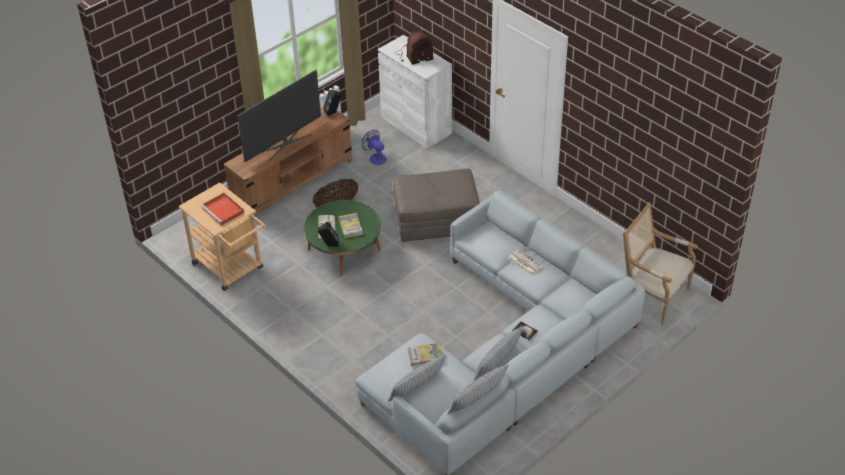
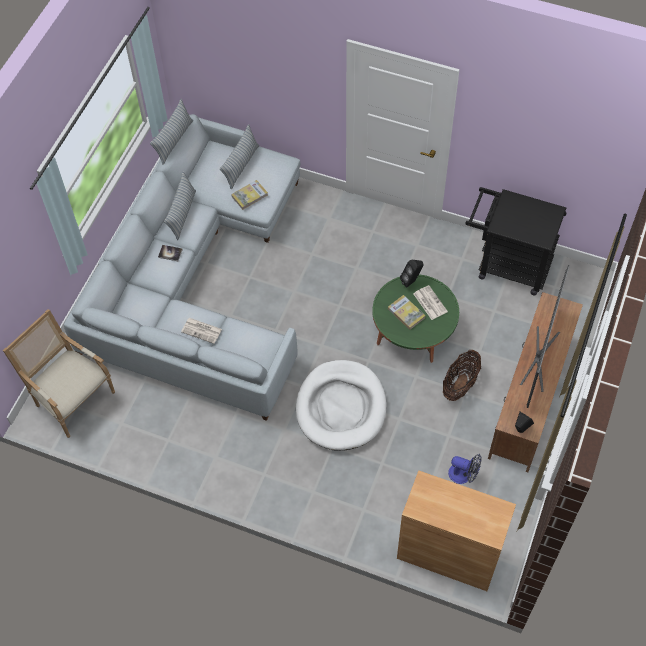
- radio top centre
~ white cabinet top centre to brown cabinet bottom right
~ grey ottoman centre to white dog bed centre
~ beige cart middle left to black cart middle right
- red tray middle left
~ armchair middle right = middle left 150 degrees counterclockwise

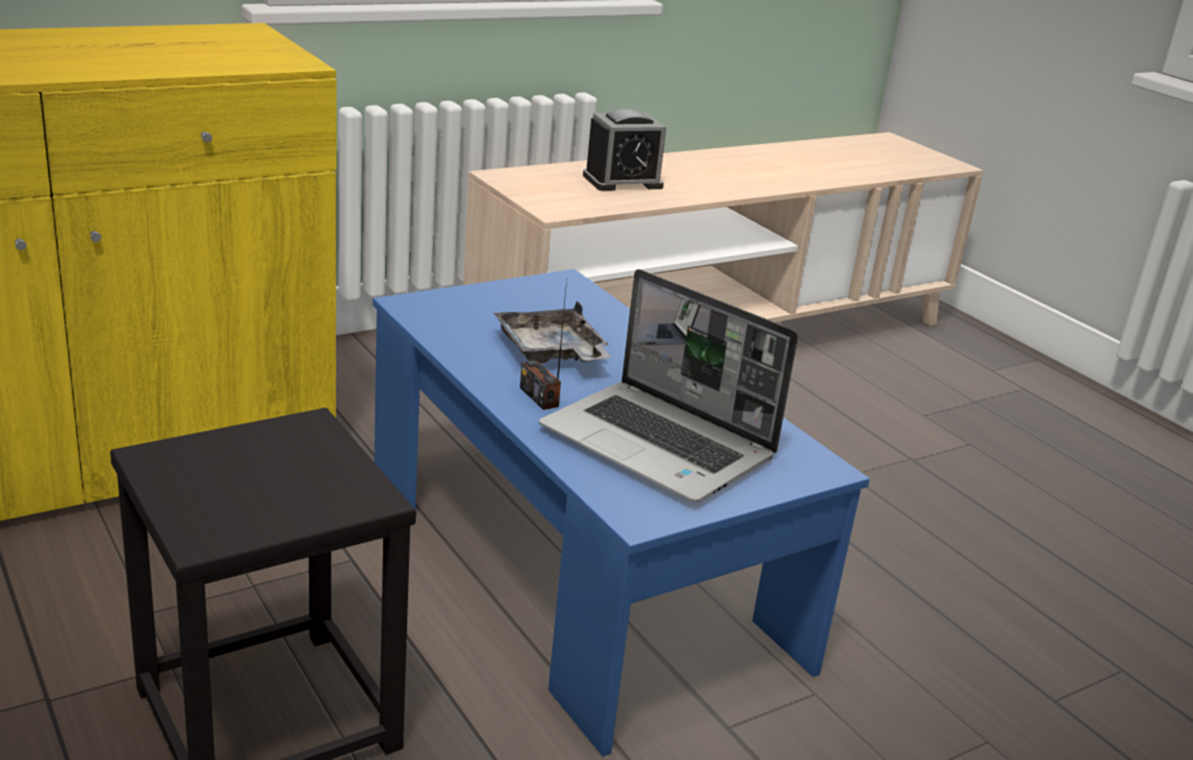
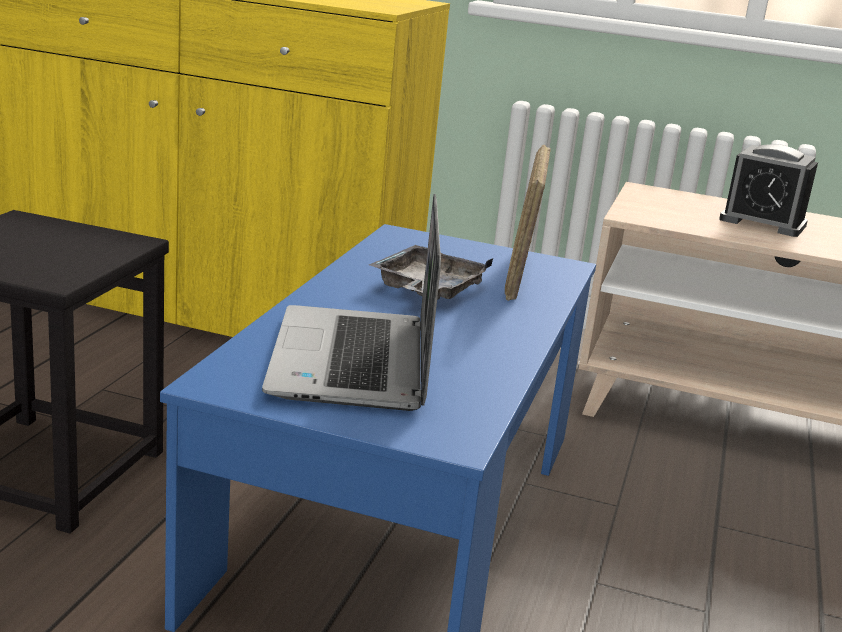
- radio centre
+ picture frame centre

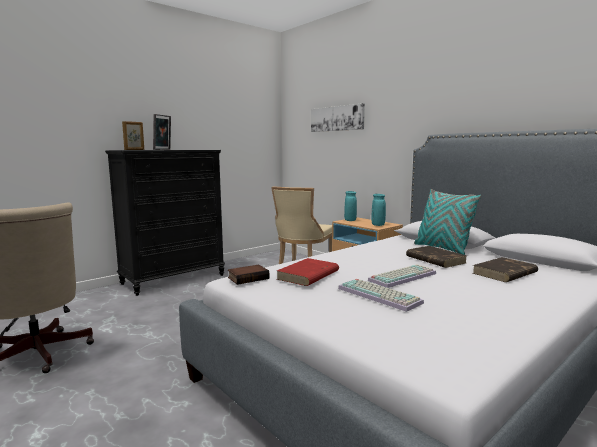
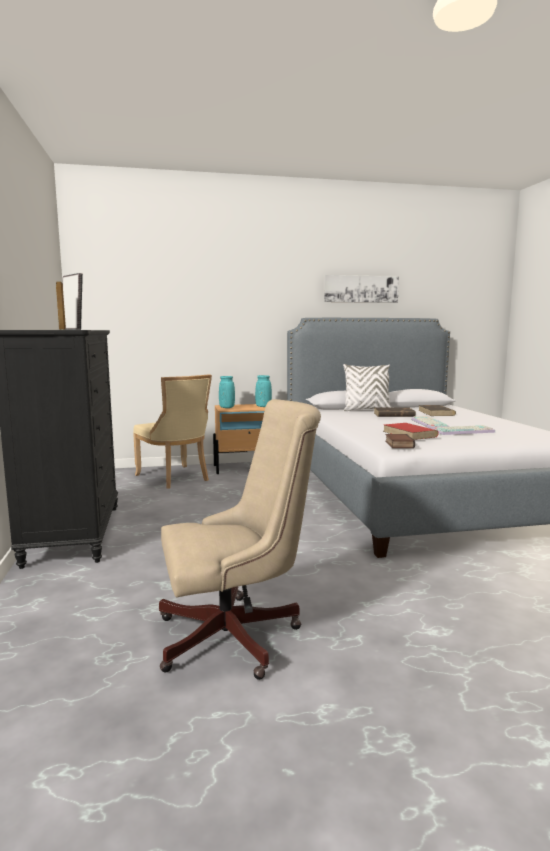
~ picture top centre to centre
~ turquoise pillow middle right to white pillow middle right

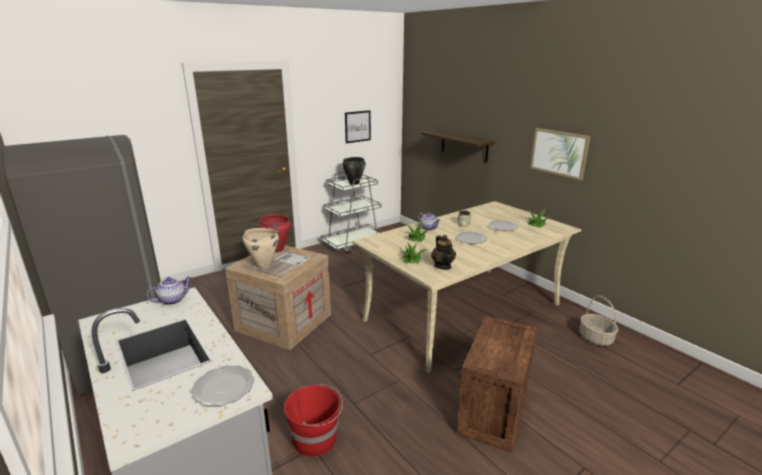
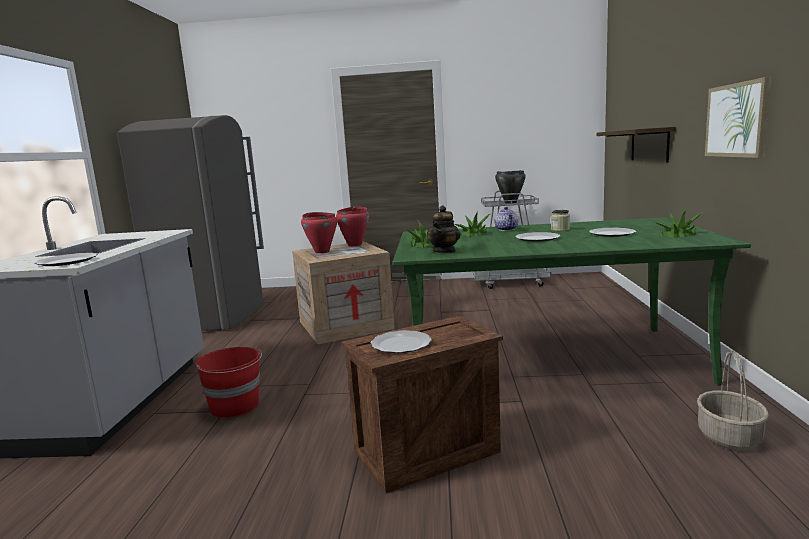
- picture (no. 1 from left) top centre
~ beige dining table centre to green dining table middle right
~ beige cooking pot centre to red cooking pot (no. 1 from left) centre
- teapot (no. 1 from left) middle left
+ plate (no. 2 from left) centre

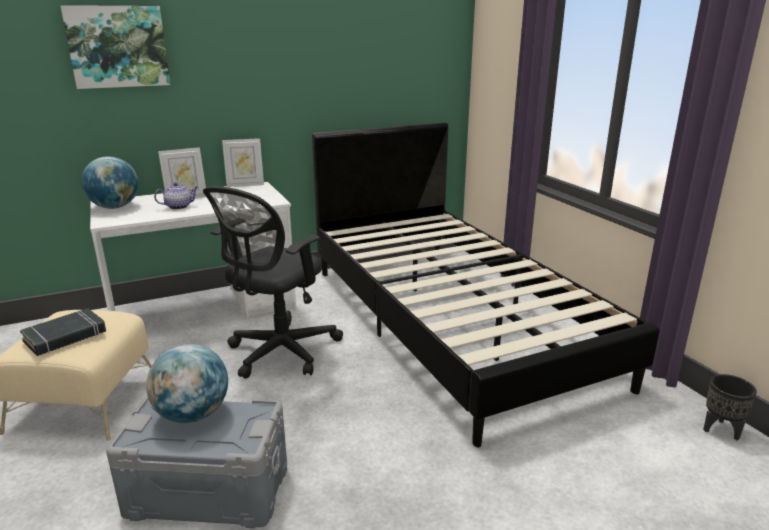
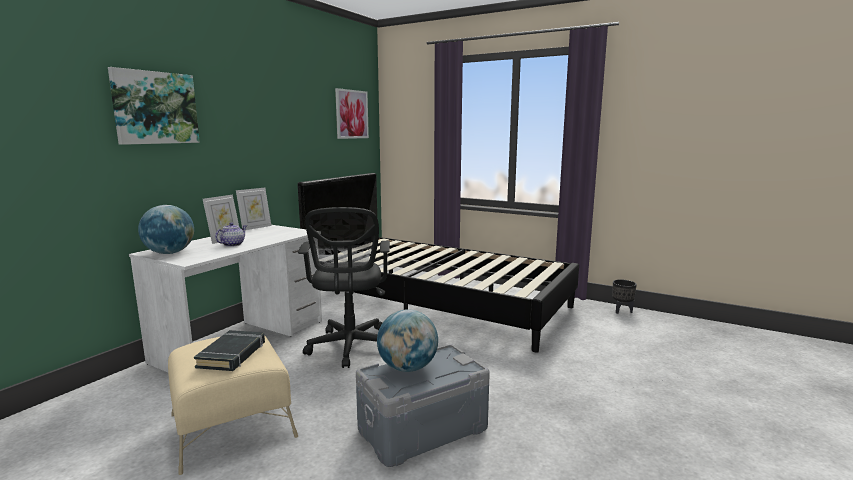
+ picture (no. 2 from left) top centre

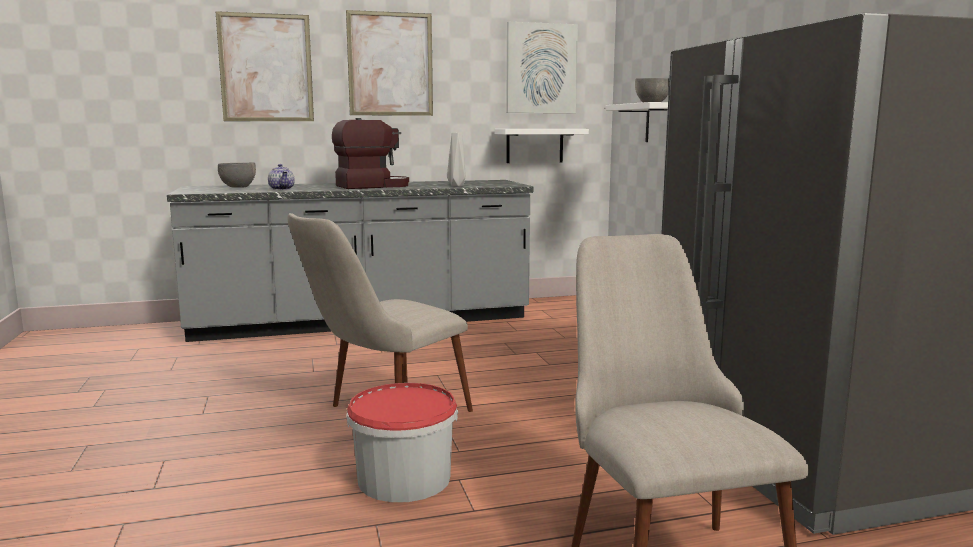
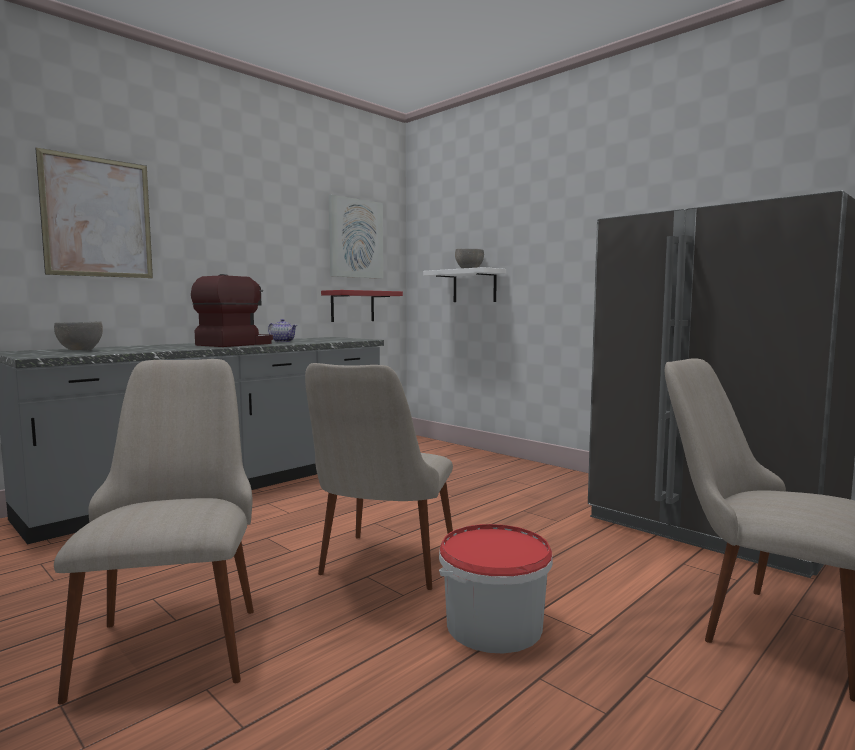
- picture (no. 2 from left) top centre
~ white shelf (no. 1 from left) top centre to red shelf centre
- grey vase top centre
~ teapot top left to middle left
+ beige chair (no. 1 from left) bottom left

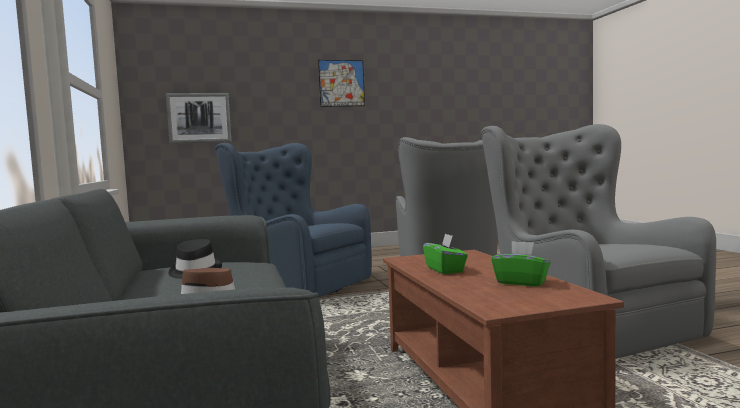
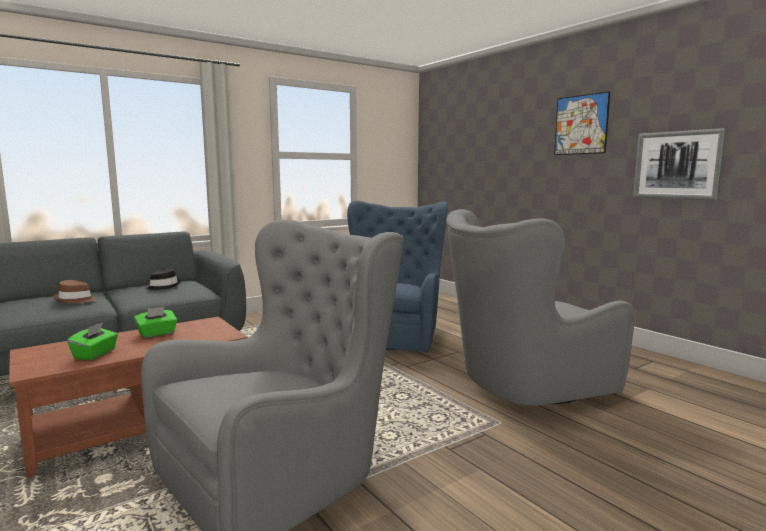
~ picture (no. 1 from left in the first image) top left to picture (no. 2 from left) top right

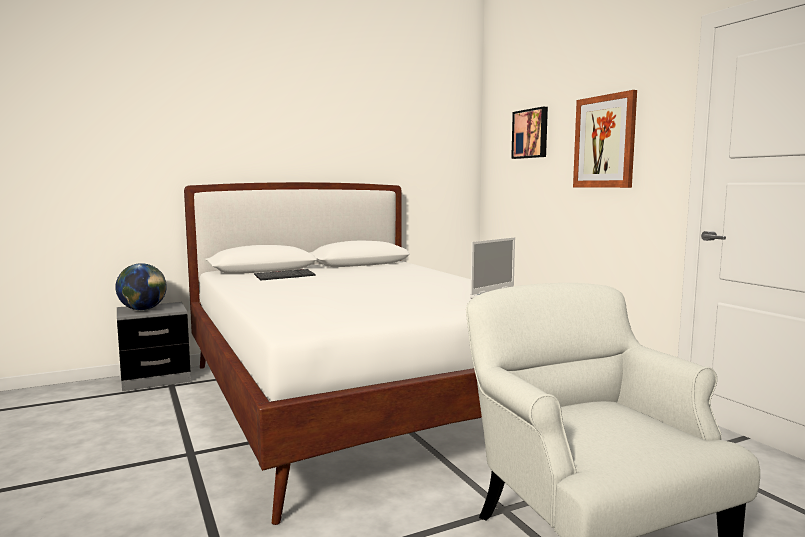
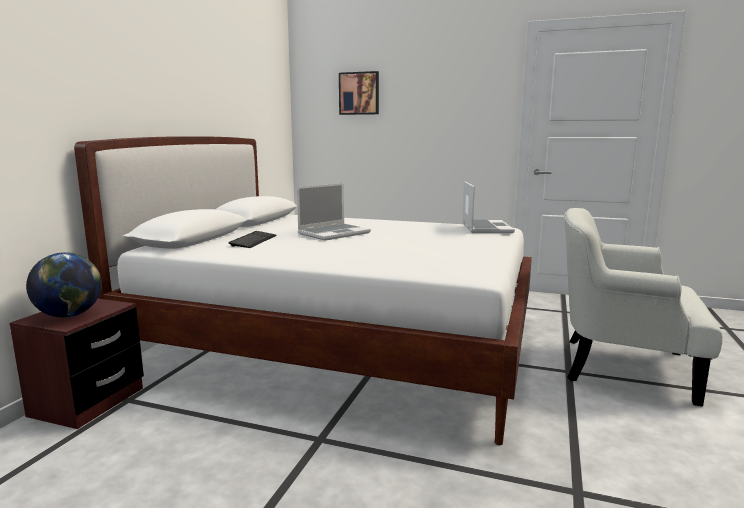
- picture (no. 2 from left) top right
~ grey nightstand middle left to brown nightstand bottom left
+ laptop (no. 1 from left) centre

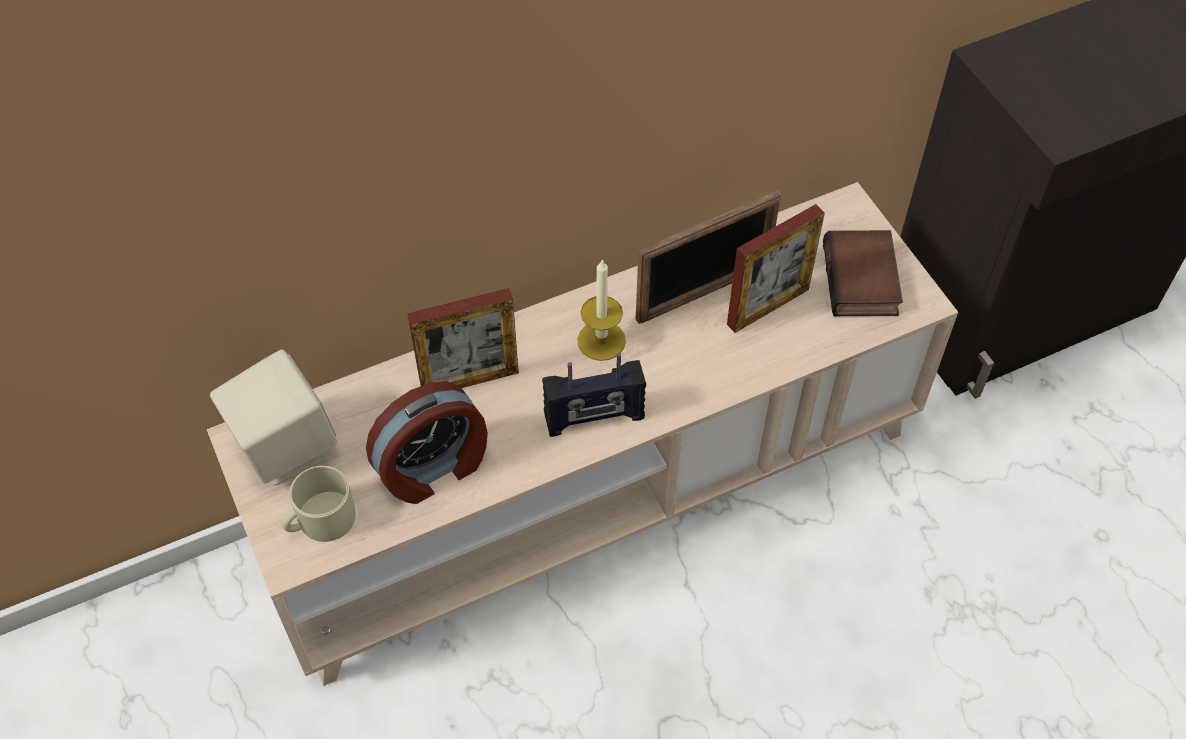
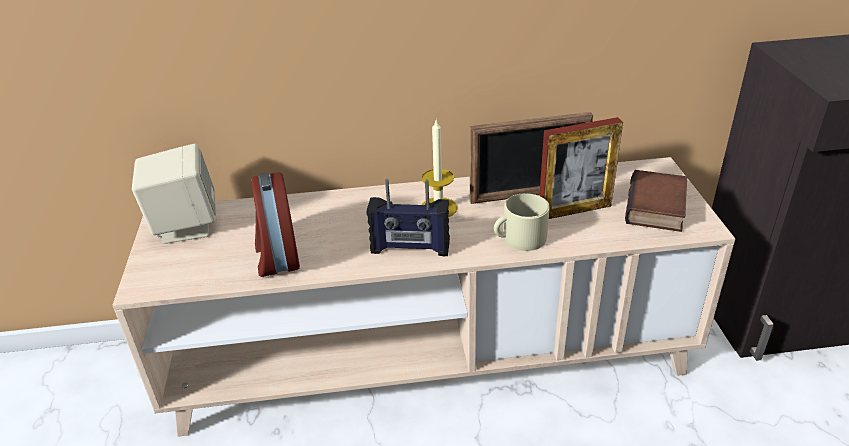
- picture frame (no. 1 from left) centre
~ alarm clock centre = middle left 90 degrees clockwise
~ beige mug bottom left to centre

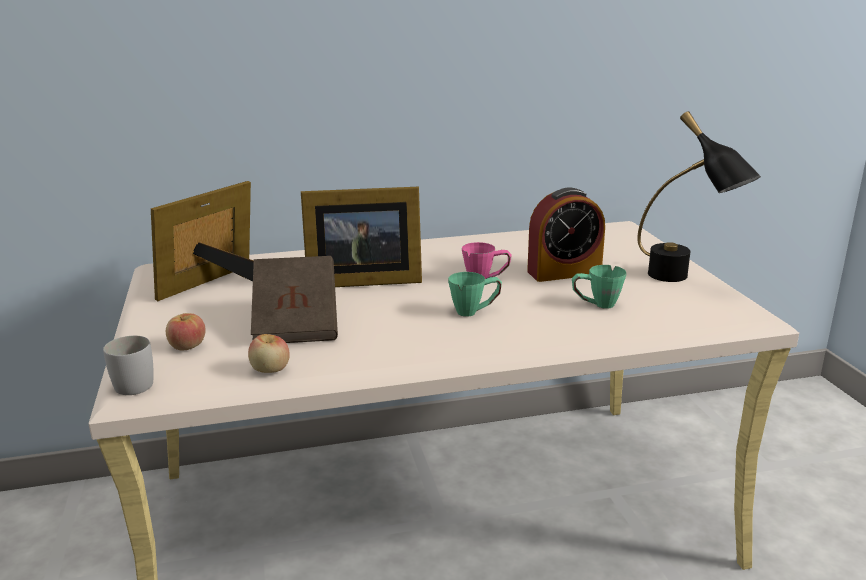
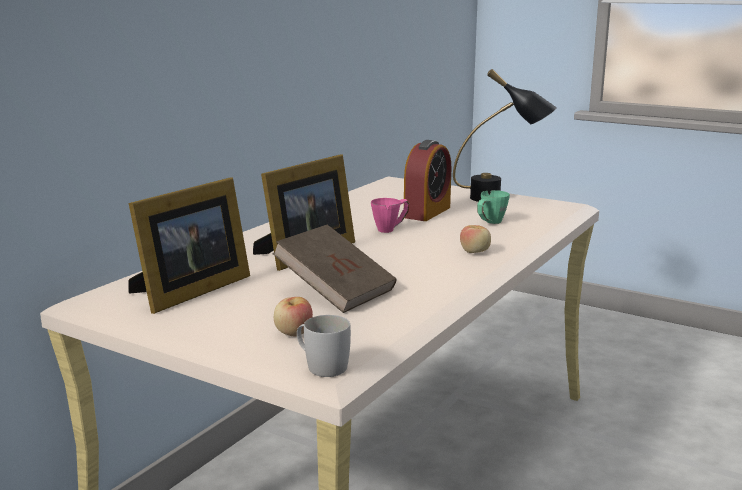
~ picture frame (no. 1 from left) middle left = middle left 135 degrees counterclockwise
- green mug (no. 1 from left) centre
~ apple (no. 2 from left) middle left to centre

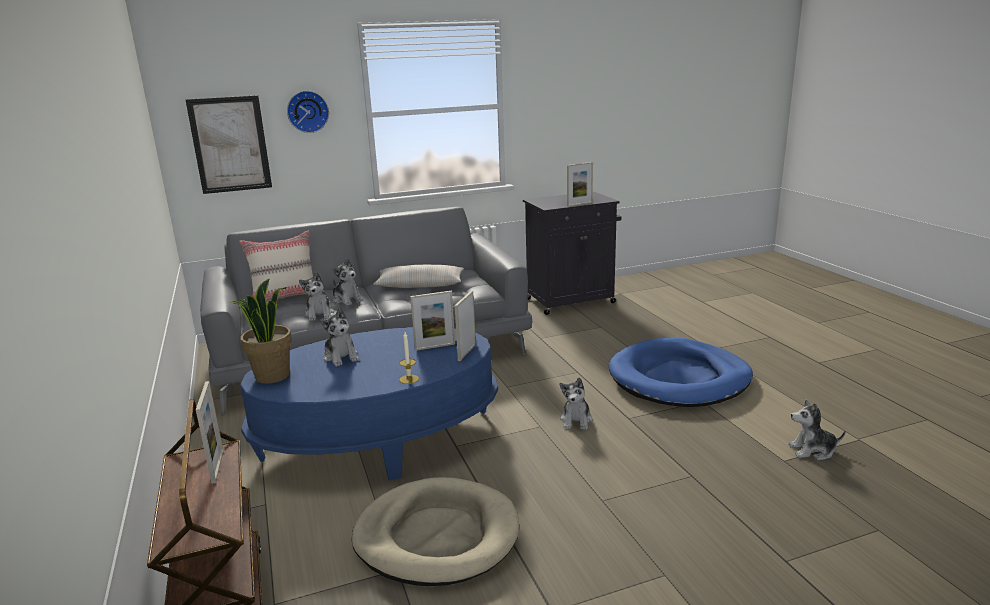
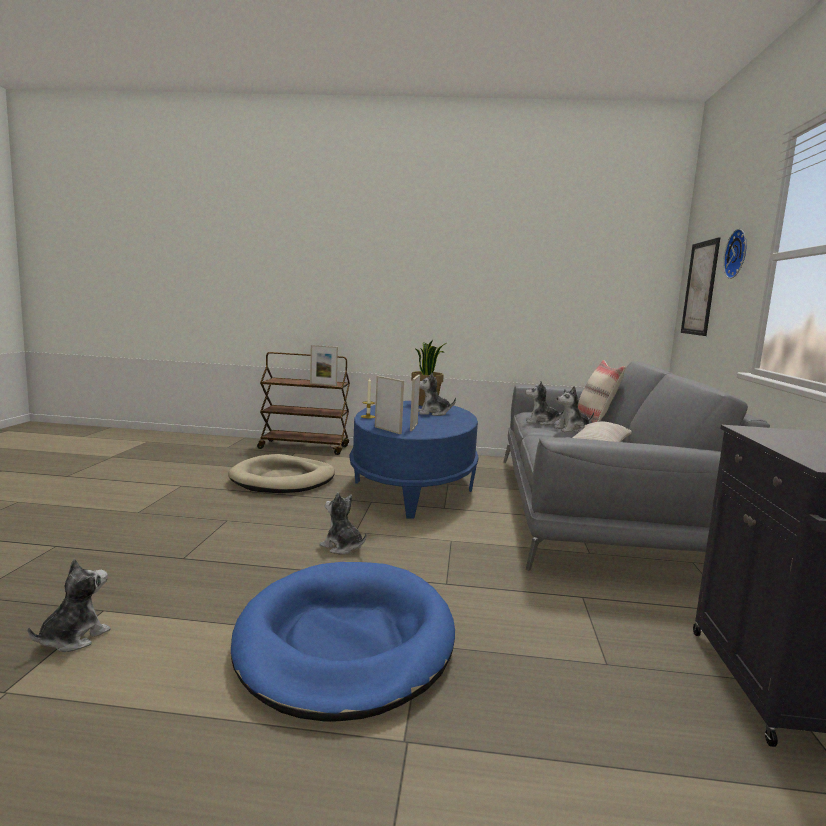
- picture frame (no. 4 from left) top centre

